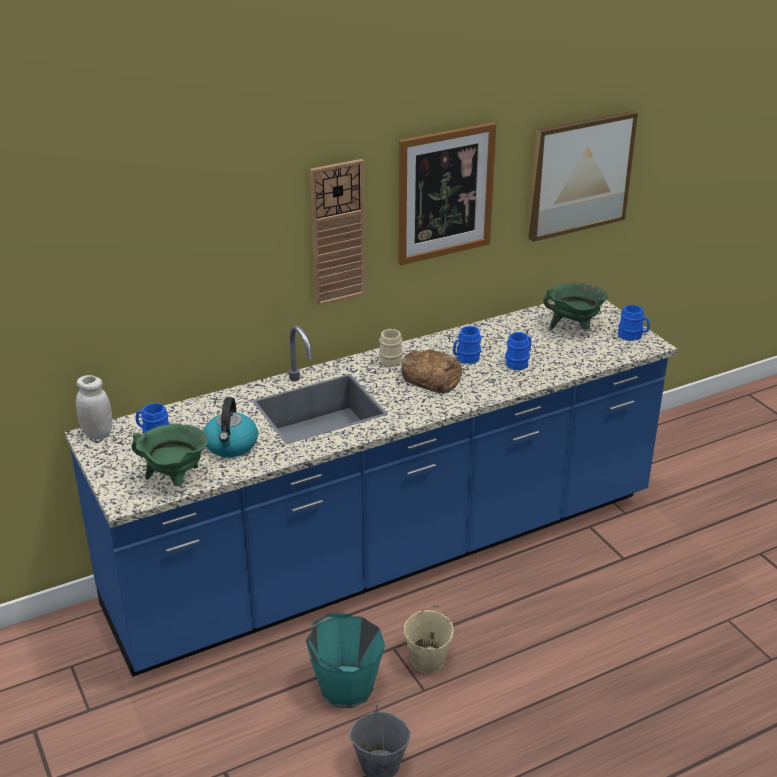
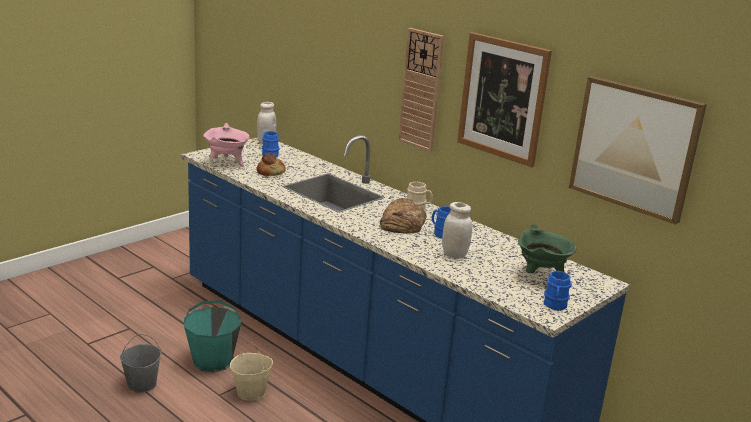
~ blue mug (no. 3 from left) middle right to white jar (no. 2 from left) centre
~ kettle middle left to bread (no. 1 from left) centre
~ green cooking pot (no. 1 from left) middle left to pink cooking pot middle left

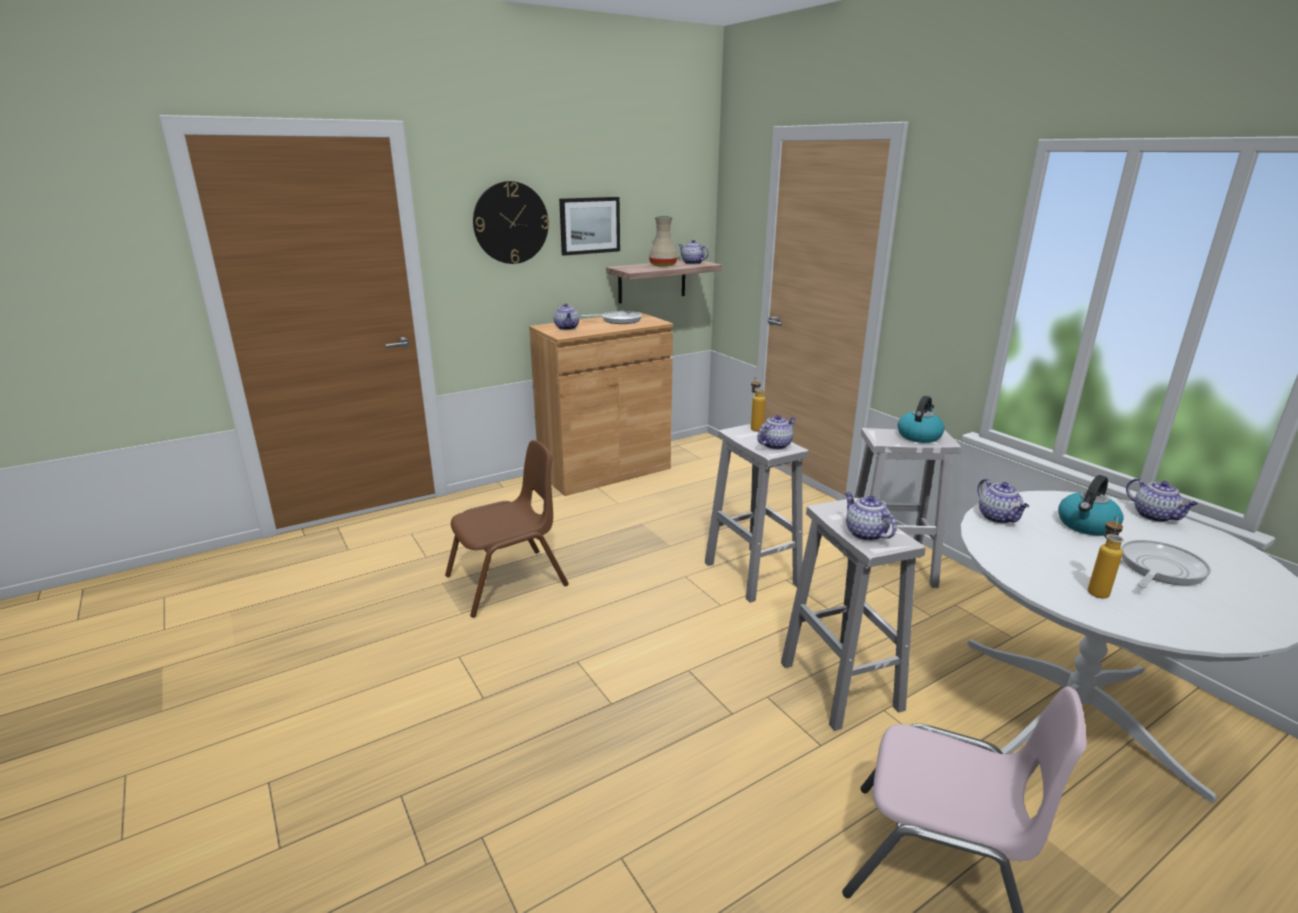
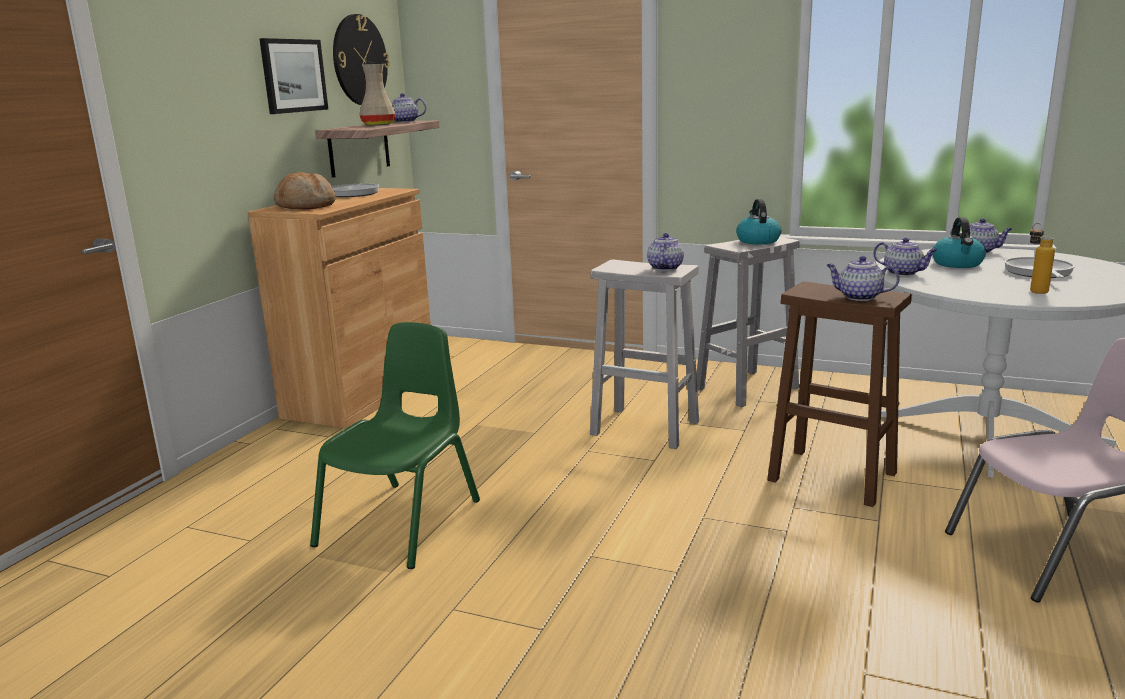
~ wall clock top centre to top left
~ teapot (no. 1 from left) centre to bread top left
- bottle (no. 1 from left) centre
~ brown chair centre to green chair centre
~ white stool (no. 2 from left) bottom centre to brown stool middle right

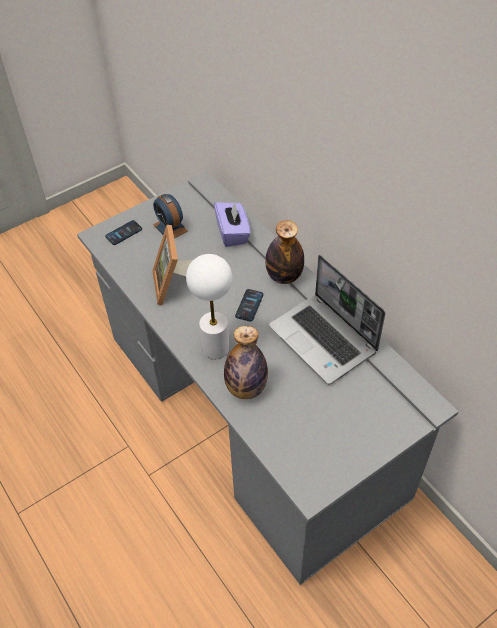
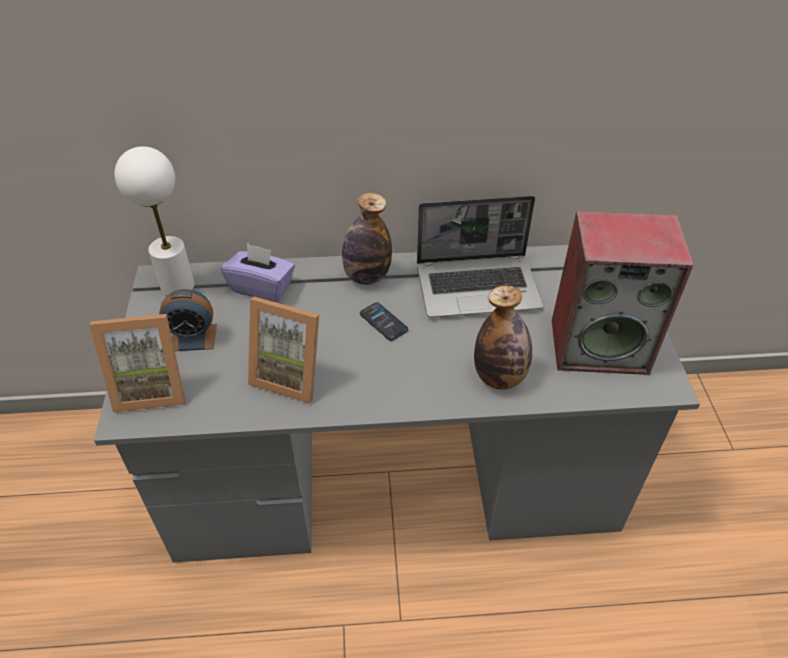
~ phone (no. 1 from left) middle left to picture frame (no. 1 from left) middle left
~ white table lamp centre to middle left
+ speaker middle right

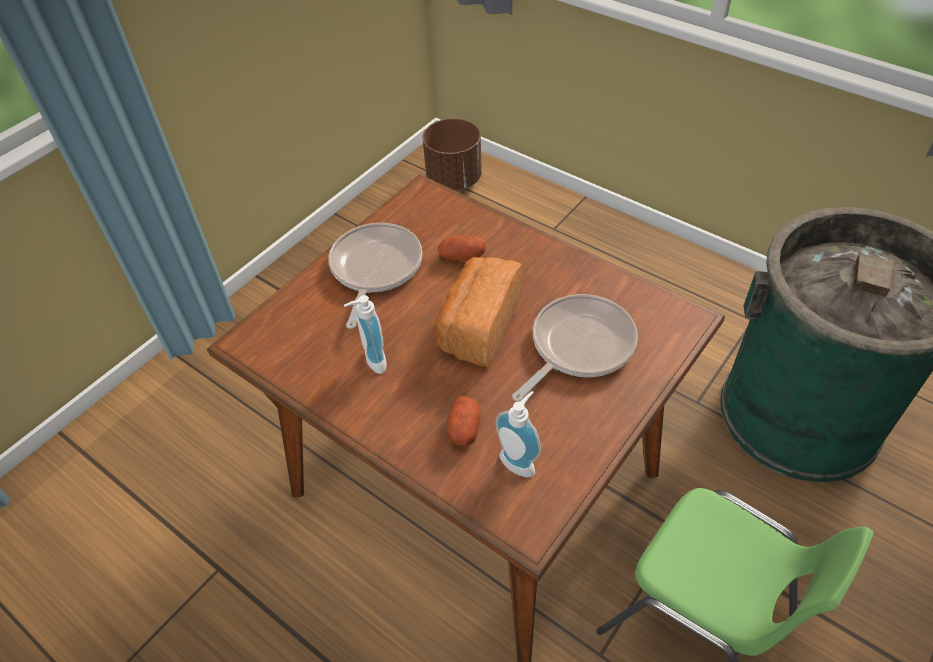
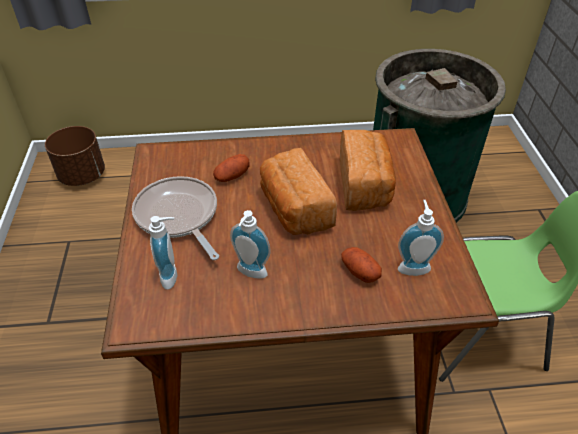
~ frying pan (no. 2 from left) centre to bread (no. 2 from left) centre
+ soap dispenser (no. 1 from left) middle left

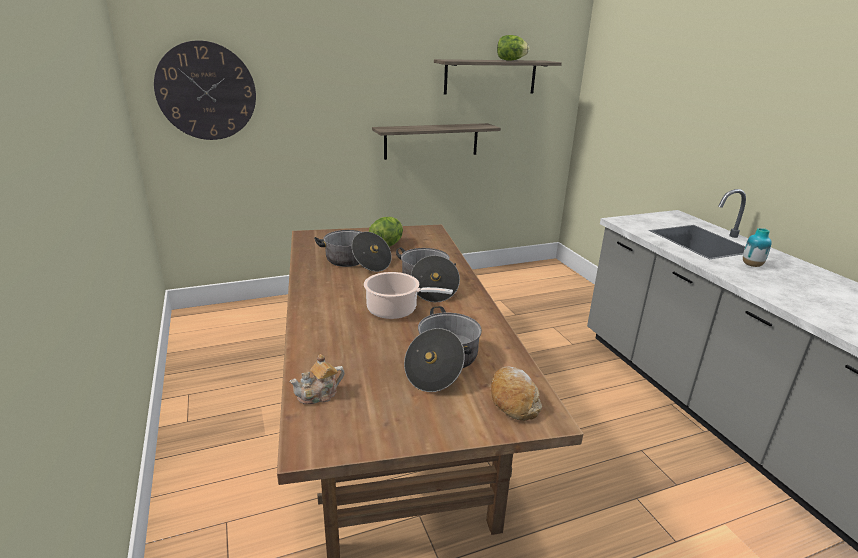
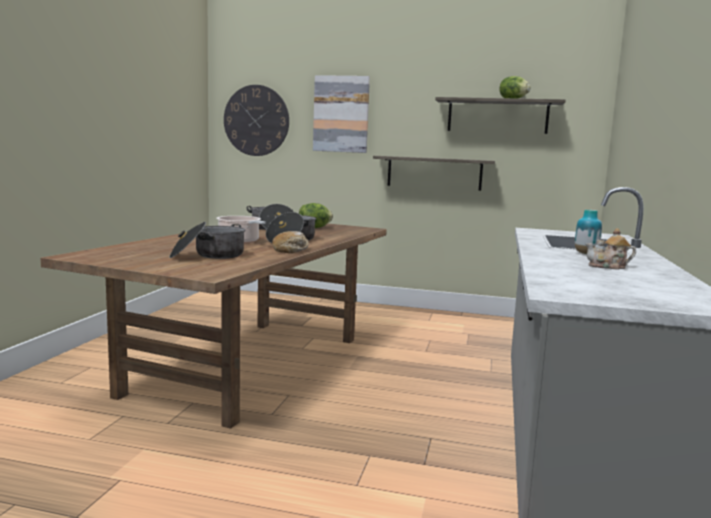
~ teapot bottom centre to middle right
~ bread bottom centre to centre
+ picture top centre

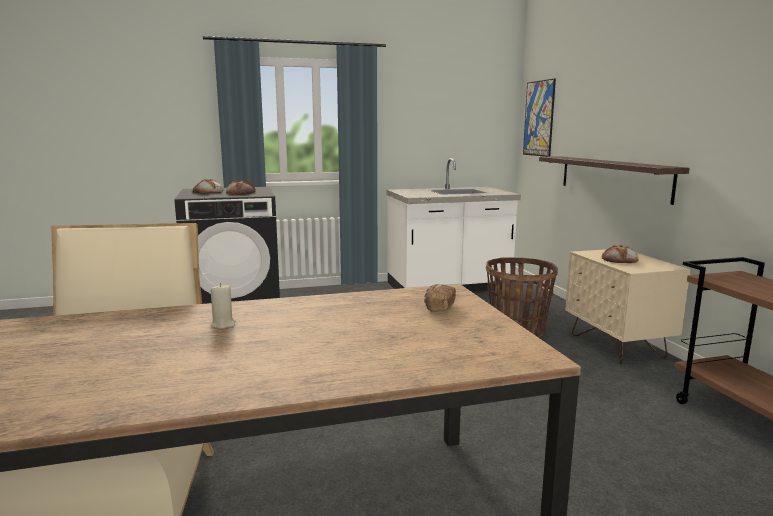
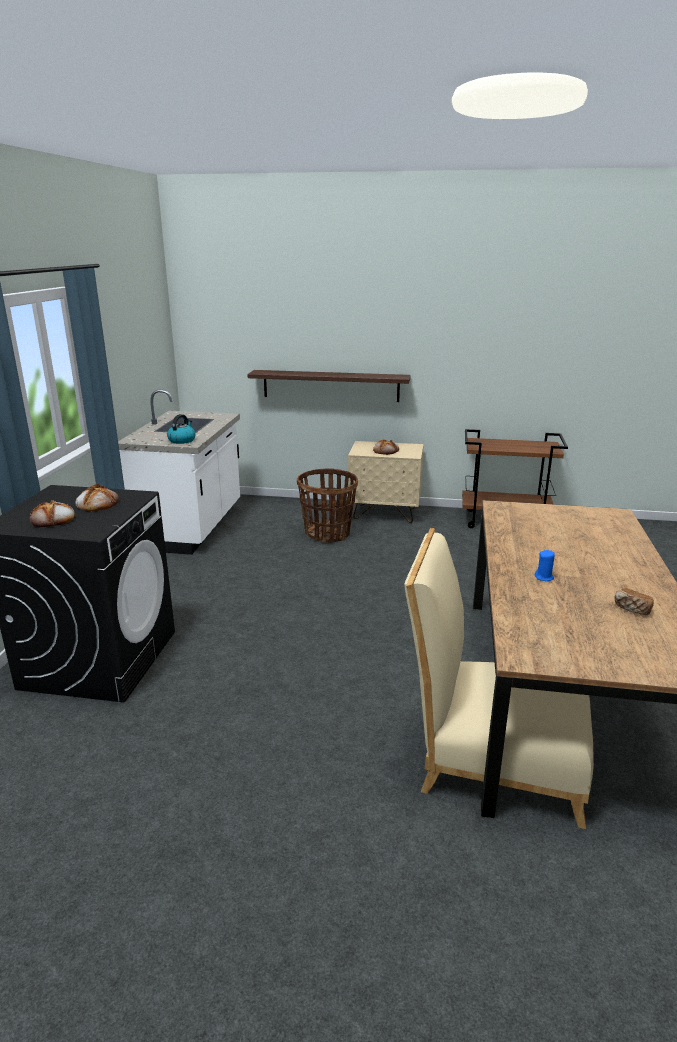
- picture top right
~ beige candle middle left to blue candle middle right
~ bread (no. 3 from left in the first image) centre to bread (no. 4 from left) middle right
+ kettle middle left

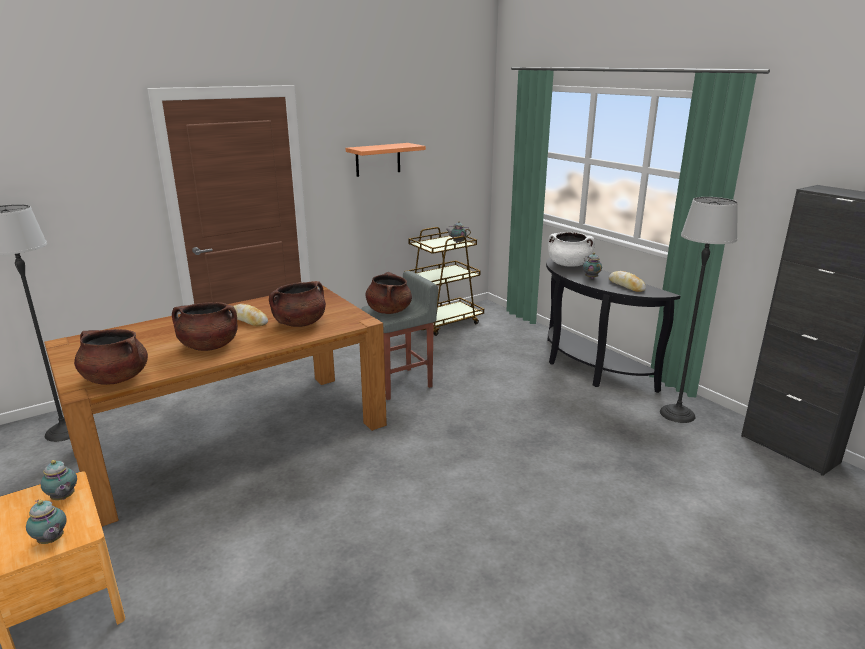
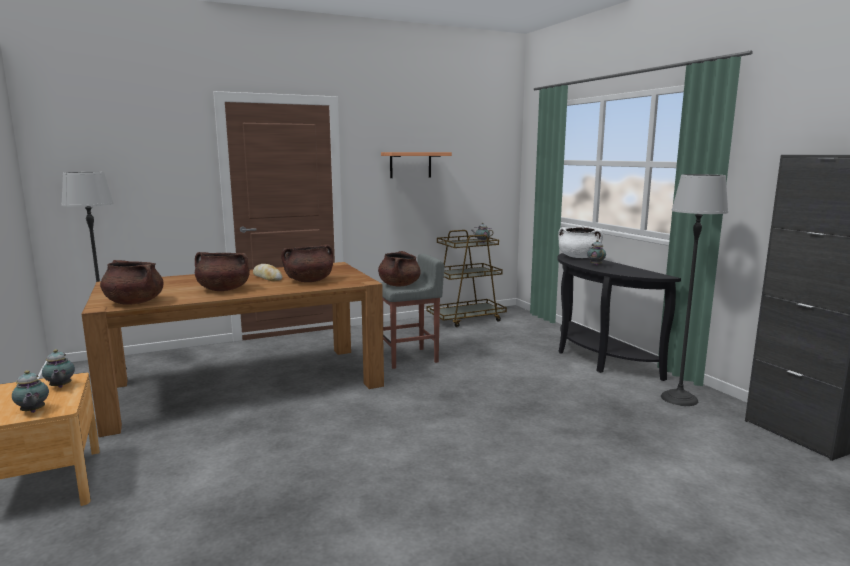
- bread (no. 2 from left) middle right

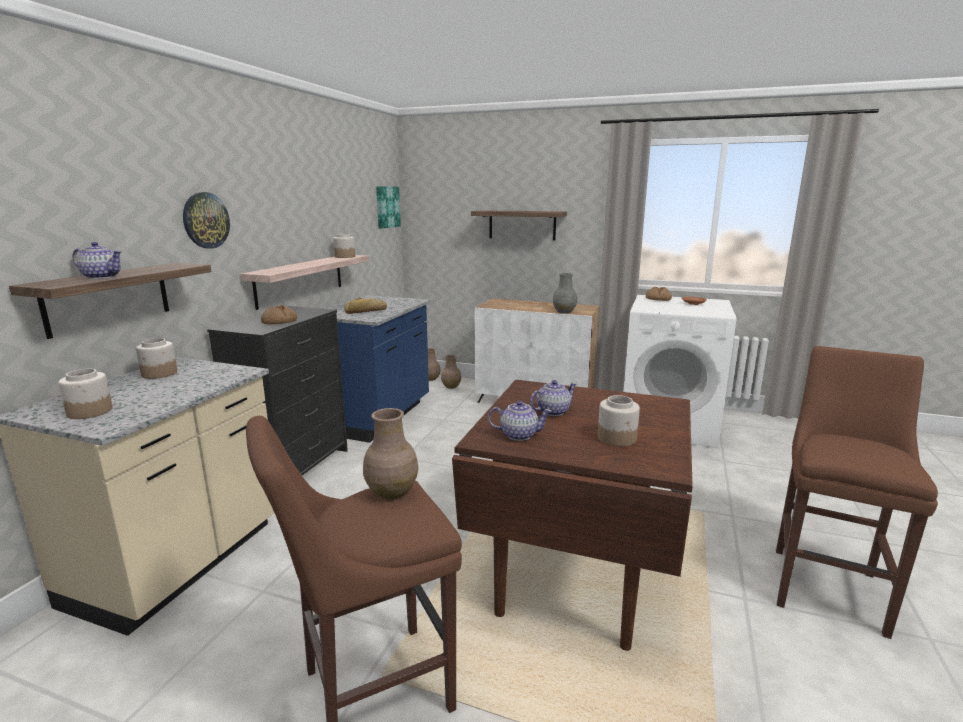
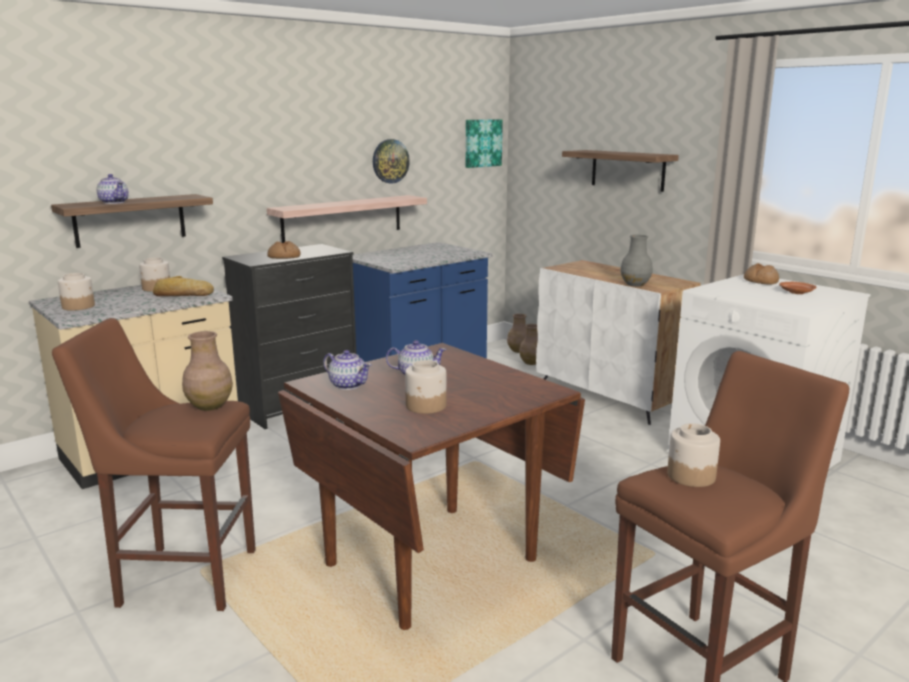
~ wall clock top left to top centre
~ jar (no. 3 from left in the first image) centre to jar (no. 4 from left) bottom right
~ bread (no. 2 from left in the first image) centre to bread (no. 1 from left) middle left

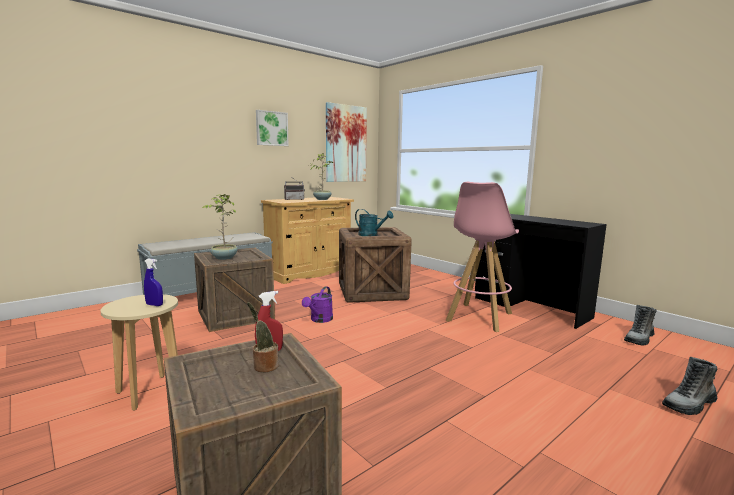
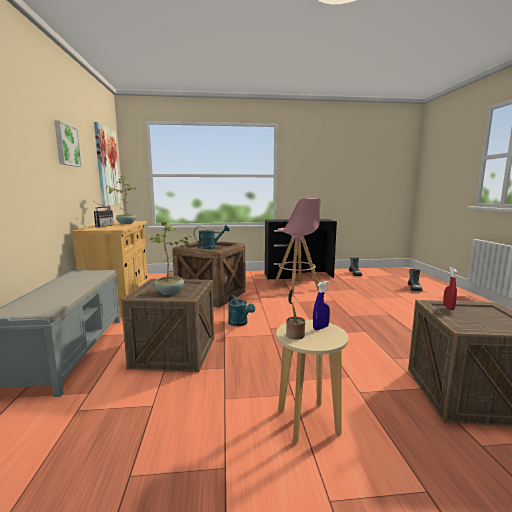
~ purple watering can centre to turquoise watering can (no. 2 from left) centre
~ potted plant (no. 2 from left in the first image) bottom centre to potted plant (no. 3 from left) centre

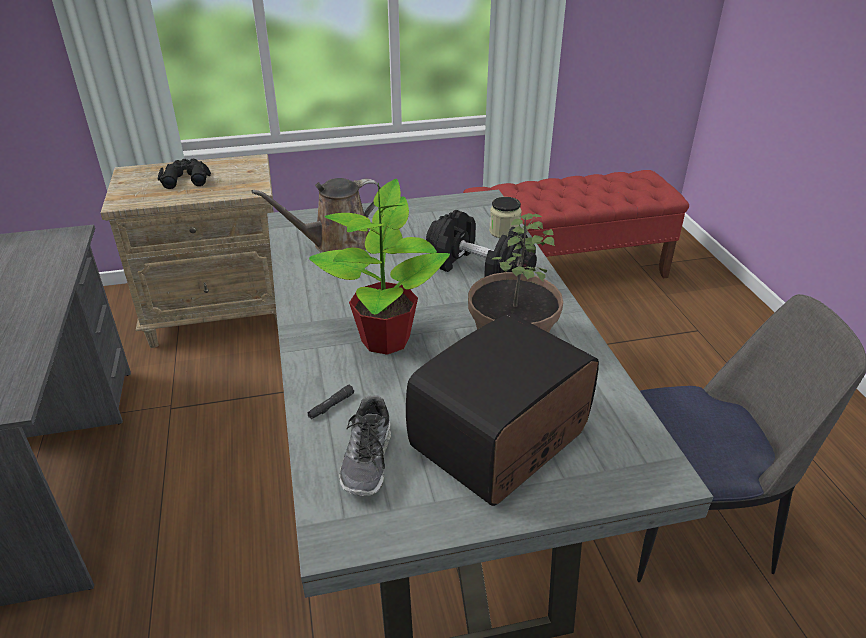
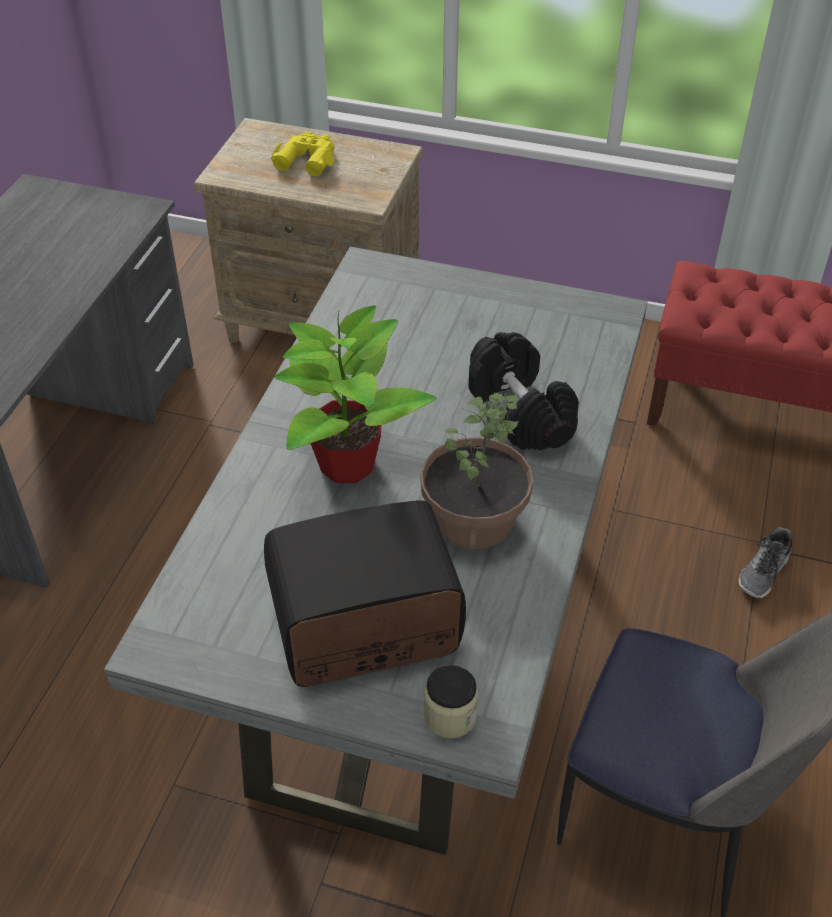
~ black binoculars top left to yellow binoculars top centre
- brown watering can centre
~ jar centre to bottom centre
- black flashlight centre
~ shoe bottom centre to middle right

